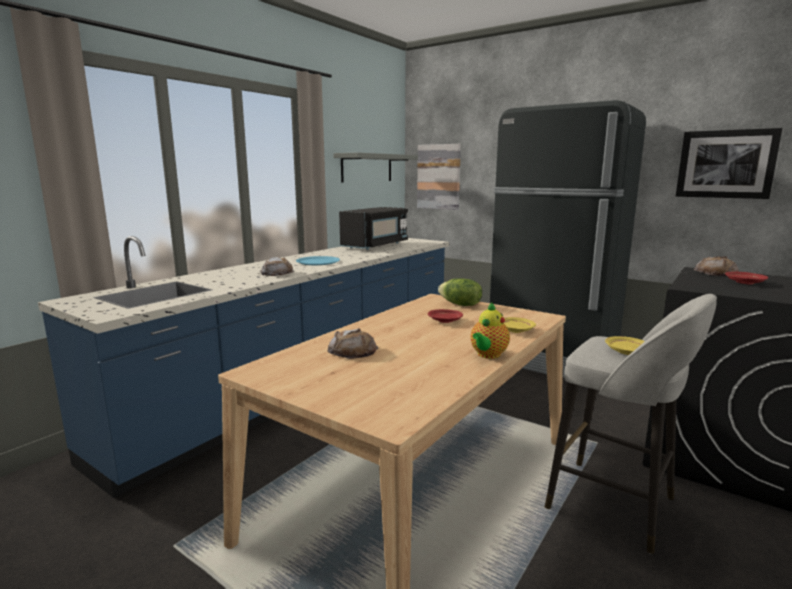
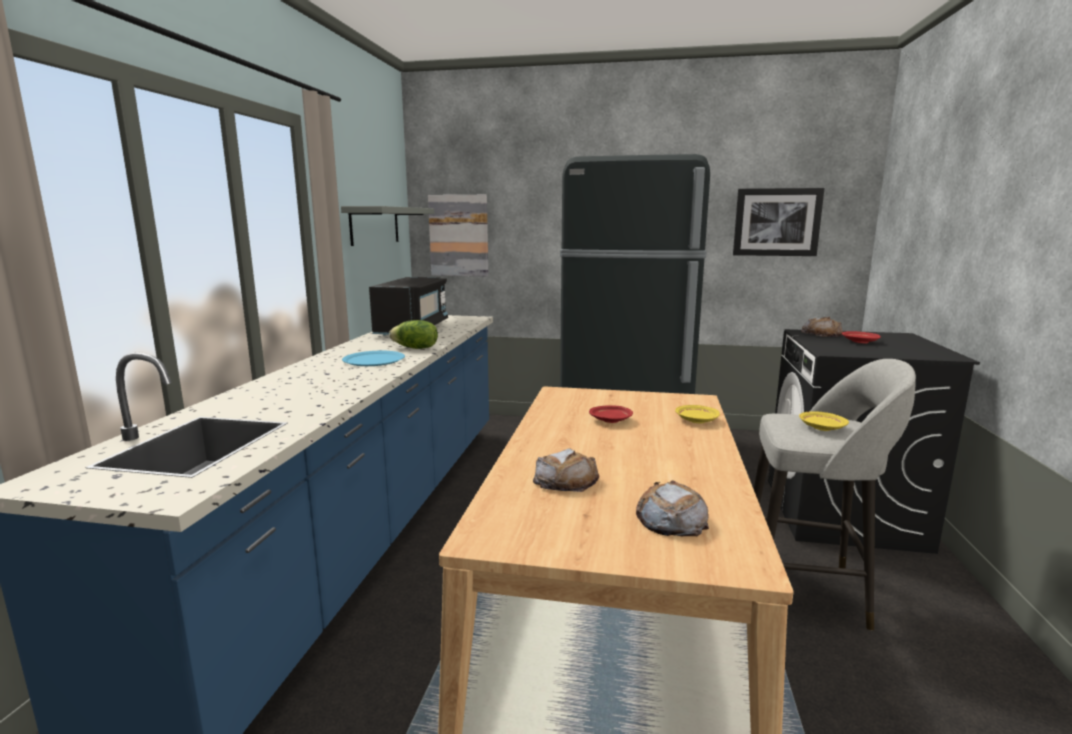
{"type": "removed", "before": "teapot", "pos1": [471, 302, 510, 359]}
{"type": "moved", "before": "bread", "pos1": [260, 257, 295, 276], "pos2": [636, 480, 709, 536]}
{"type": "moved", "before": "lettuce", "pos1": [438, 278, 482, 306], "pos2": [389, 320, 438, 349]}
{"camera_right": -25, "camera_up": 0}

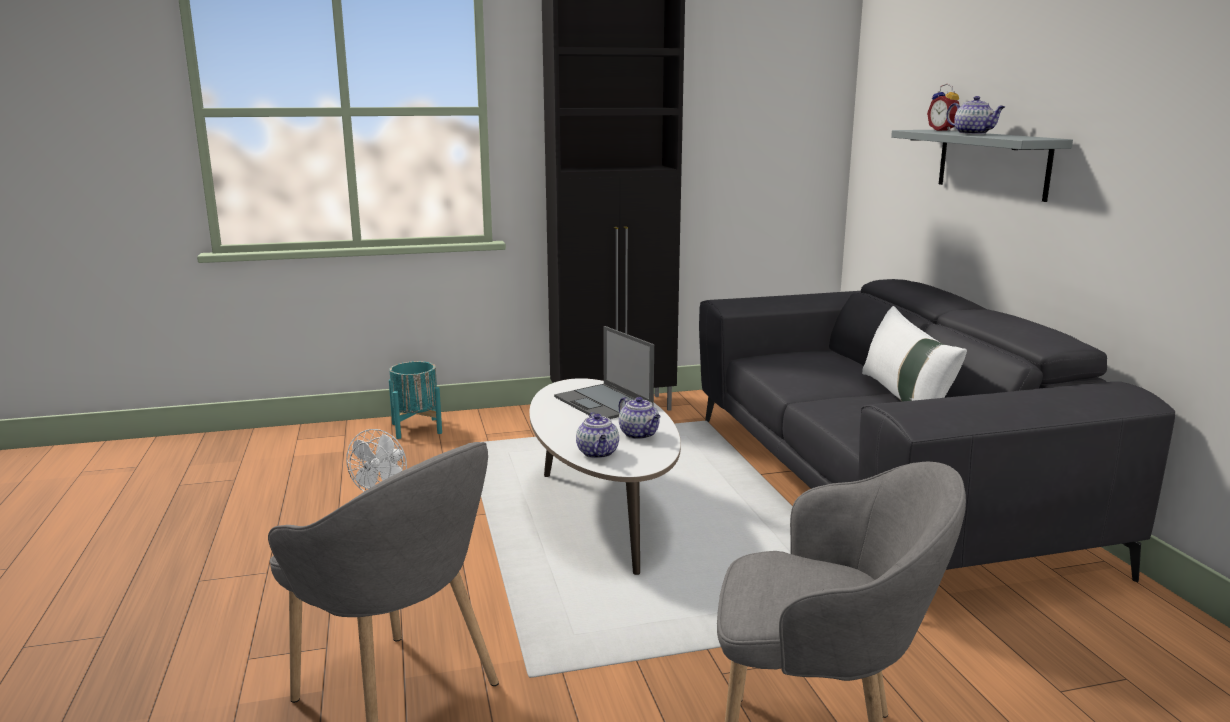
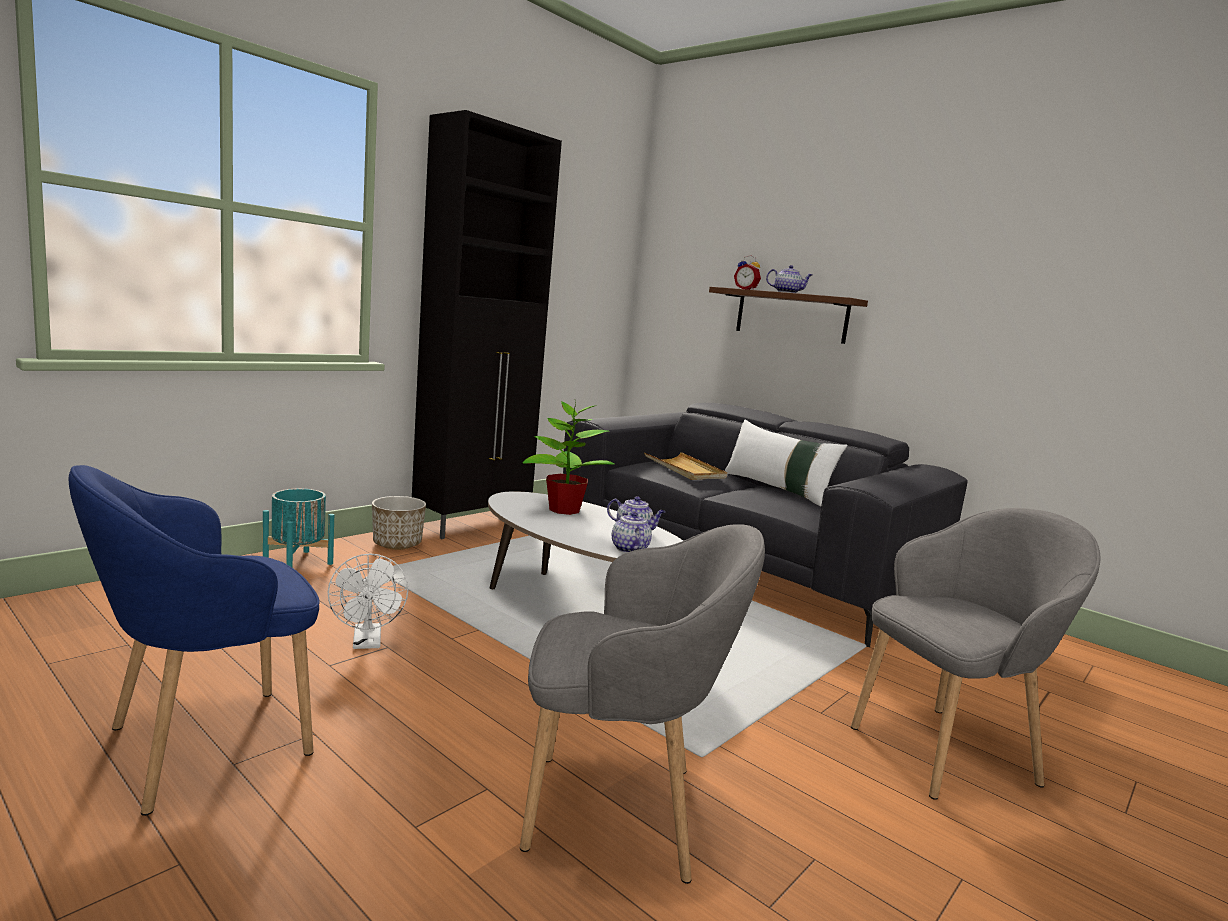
{"type": "added", "after": "blue armchair", "pos2": [68, 465, 320, 816]}
{"type": "added", "after": "planter", "pos2": [372, 496, 426, 550]}
{"type": "added", "after": "beige tray", "pos2": [644, 452, 727, 480]}
{"type": "replaced", "before": "laptop", "after": "potted plant", "pos1": [554, 326, 654, 419], "pos2": [523, 401, 615, 515]}
{"type": "recoloured", "before": "grey shelf", "after": "brown shelf", "pos1": [891, 130, 1073, 202], "pos2": [709, 287, 868, 344]}
{"type": "turned", "before": "teapot", "pos1": [576, 412, 619, 459], "pos2": [612, 512, 652, 553], "turn": -150}
{"camera_right": -35, "camera_up": -5}

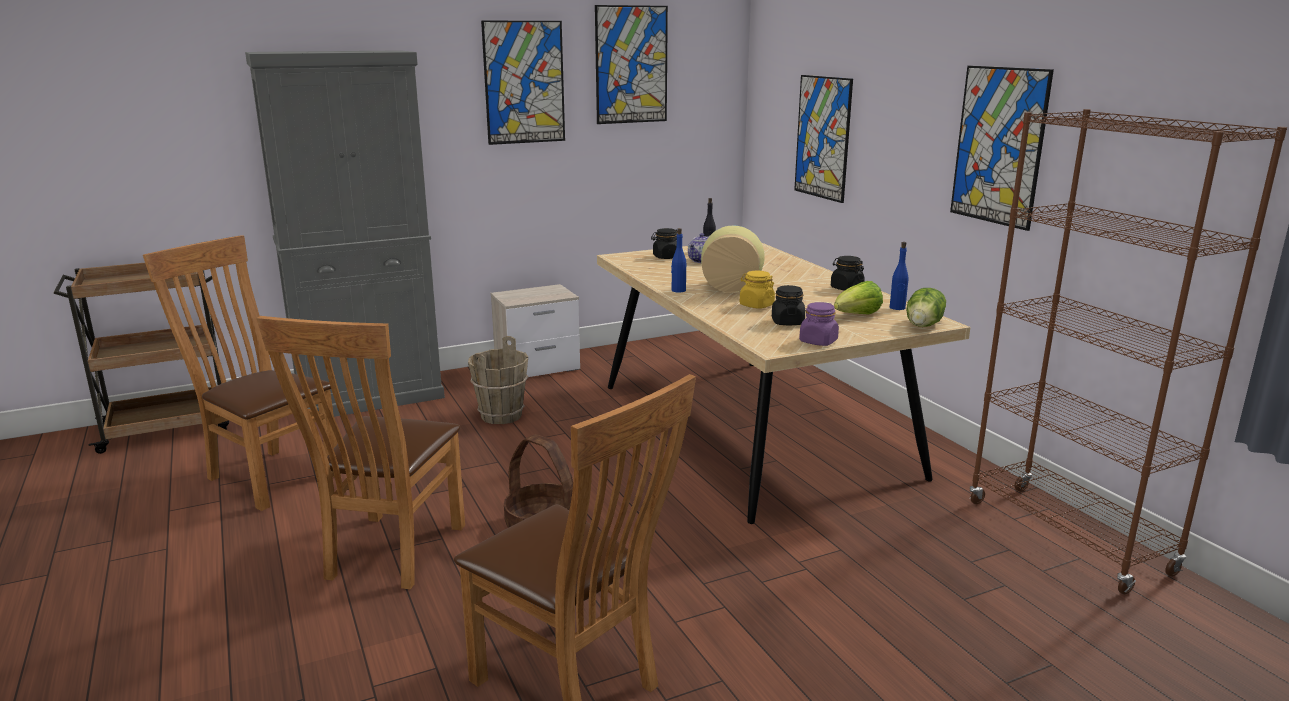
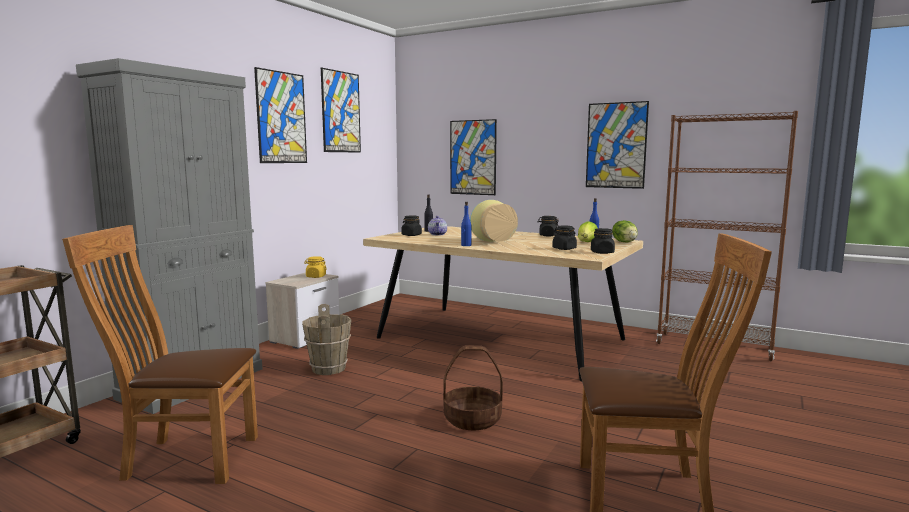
{"type": "removed", "before": "brown chair", "pos1": [257, 316, 465, 589]}
{"type": "moved", "before": "yellow jar", "pos1": [740, 271, 775, 309], "pos2": [304, 256, 327, 278]}
{"type": "recoloured", "before": "purple jar", "after": "black jar", "pos1": [799, 302, 839, 346], "pos2": [591, 228, 615, 254]}
{"camera_right": -35, "camera_up": -10}

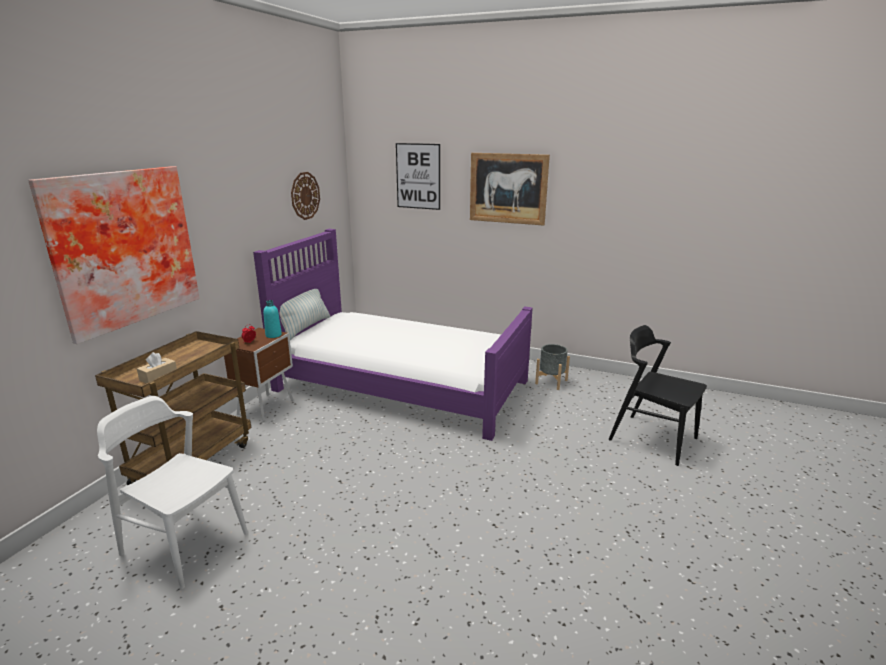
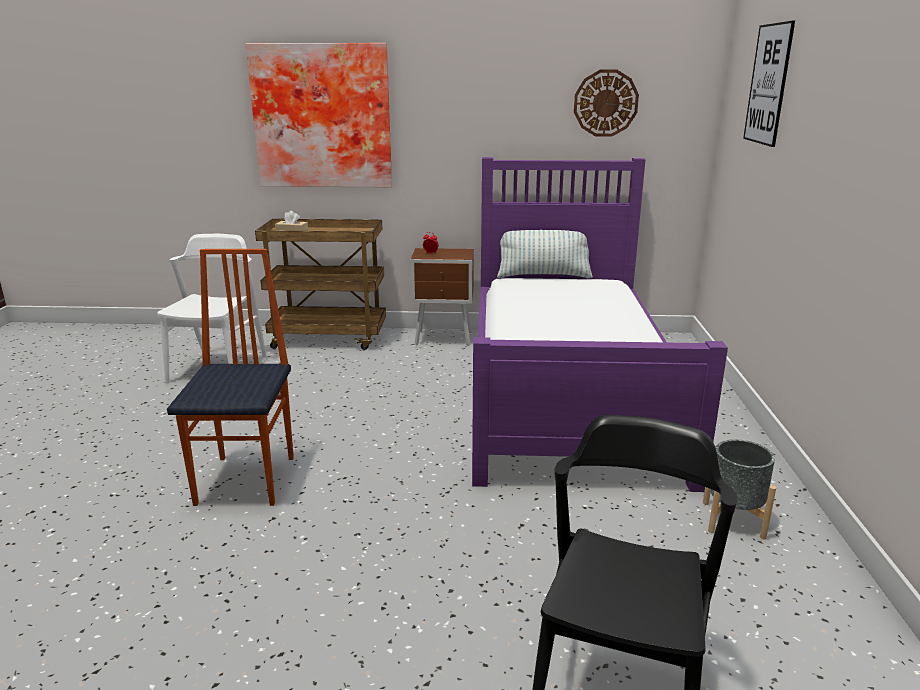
{"type": "removed", "before": "turquoise bottle", "pos1": [263, 300, 282, 338]}
{"type": "removed", "before": "picture", "pos1": [470, 153, 550, 226]}
{"type": "added", "after": "chair", "pos2": [167, 249, 294, 506]}
{"camera_right": 70, "camera_up": 0}

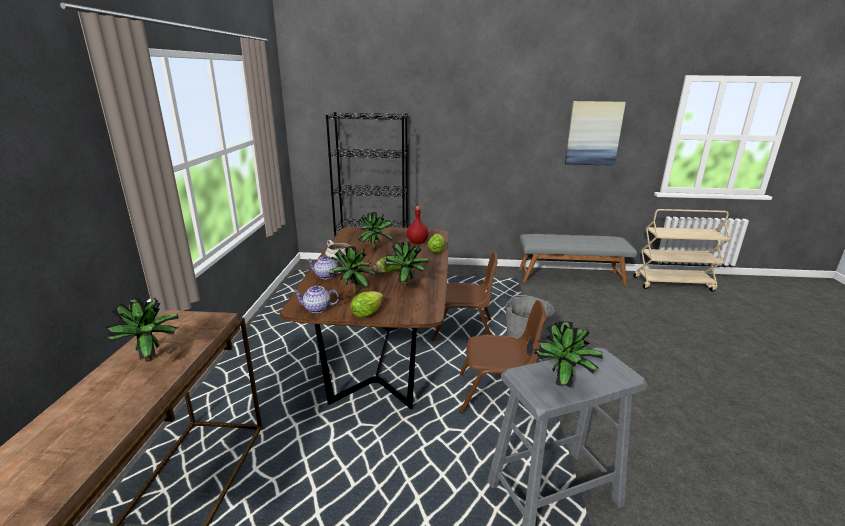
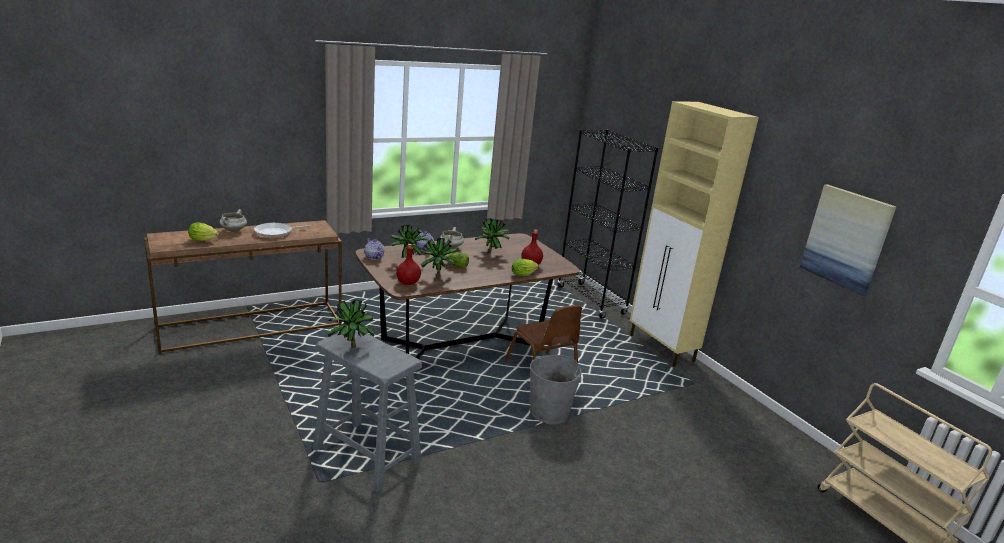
{"type": "removed", "before": "brown chair", "pos1": [459, 300, 546, 413]}
{"type": "removed", "before": "grey bench", "pos1": [519, 234, 637, 286]}
{"type": "added", "after": "white cooking pot", "pos2": [219, 209, 247, 232]}
{"type": "added", "after": "red bottle", "pos2": [396, 244, 421, 285]}
{"type": "added", "after": "beige cabinet", "pos2": [630, 101, 759, 367]}
{"type": "moved", "before": "lettuce", "pos1": [350, 291, 383, 318], "pos2": [188, 223, 219, 241]}
{"type": "replaced", "before": "potted plant", "after": "frying pan", "pos1": [104, 297, 179, 362], "pos2": [254, 223, 310, 238]}
{"camera_right": 55, "camera_up": 0}

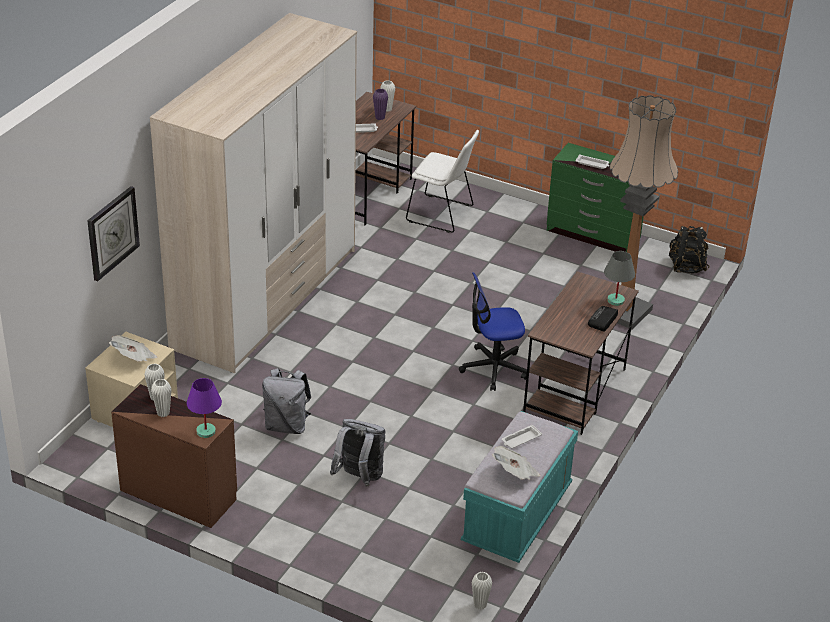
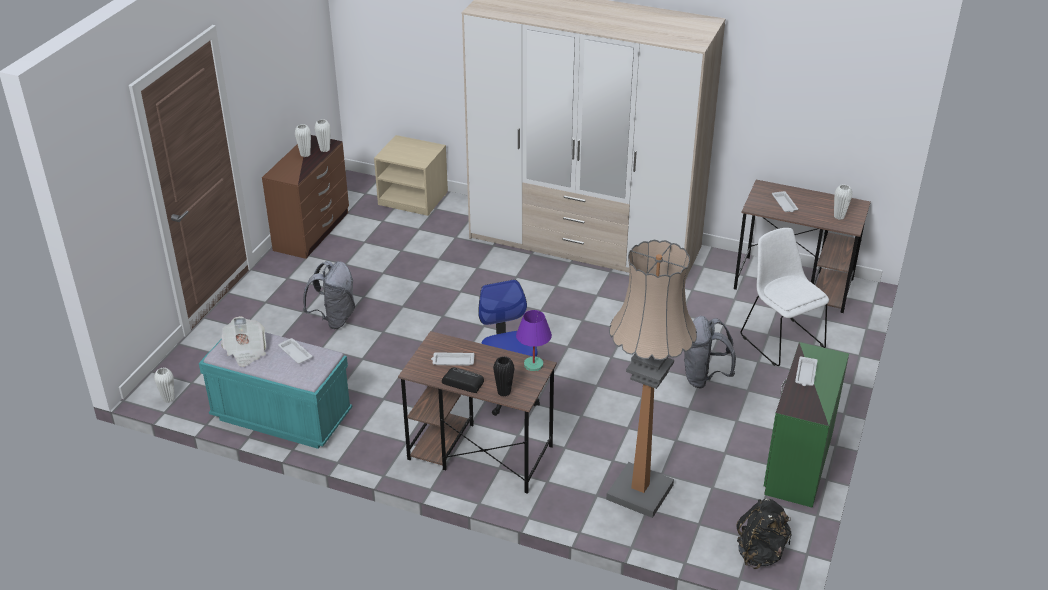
{"type": "removed", "before": "wall clock", "pos1": [87, 186, 140, 281]}
{"type": "removed", "before": "newspaper", "pos1": [109, 335, 157, 362]}
{"type": "removed", "before": "purple vase", "pos1": [373, 89, 388, 120]}
{"type": "added", "after": "white tray", "pos2": [431, 352, 475, 366]}
{"type": "moved", "before": "purple table lamp", "pos1": [187, 378, 222, 438], "pos2": [516, 310, 552, 371]}
{"type": "moved", "before": "grey backpack", "pos1": [262, 368, 311, 434], "pos2": [684, 316, 736, 388]}
{"type": "replaced", "before": "grey table lamp", "after": "black vase", "pos1": [604, 251, 635, 306], "pos2": [493, 356, 515, 397]}
{"type": "turned", "before": "white chair", "pos1": [406, 130, 479, 233], "pos2": [740, 228, 829, 366], "turn": 135}
{"camera_right": 85, "camera_up": 0}

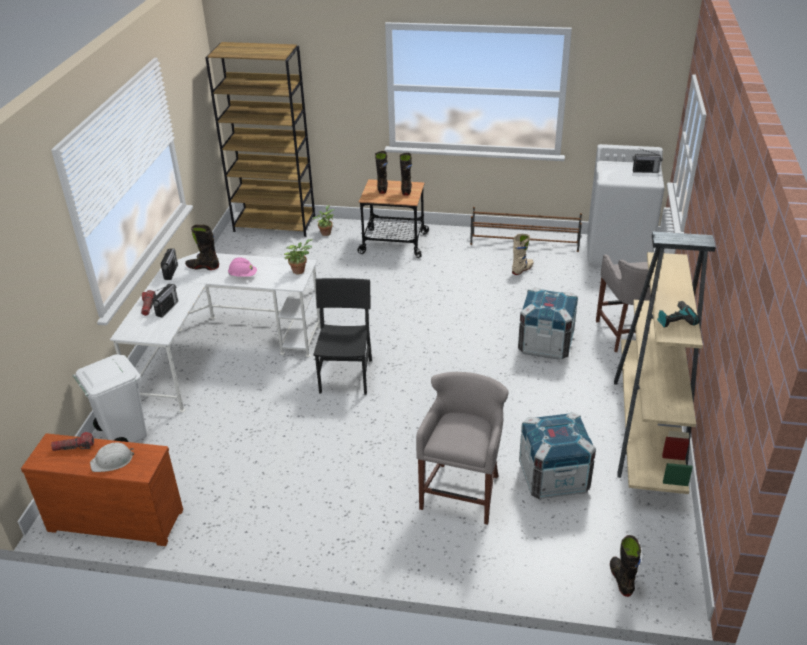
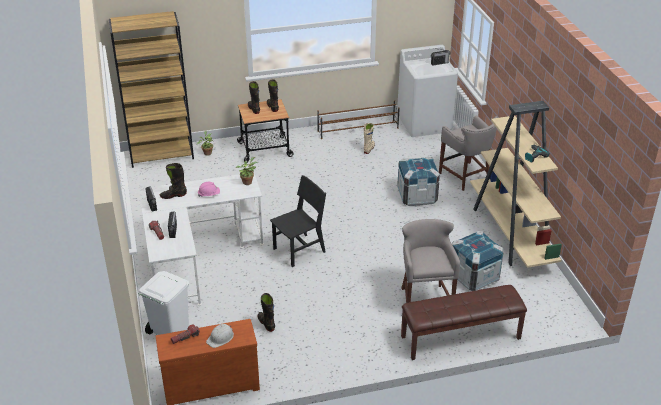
{"type": "added", "after": "brown bench", "pos2": [401, 285, 527, 360]}
{"type": "moved", "before": "black boot", "pos1": [610, 535, 641, 597], "pos2": [258, 293, 275, 332]}
{"type": "turned", "before": "black chair", "pos1": [313, 278, 372, 395], "pos2": [270, 175, 326, 267], "turn": 75}
{"camera_right": -25, "camera_up": 0}

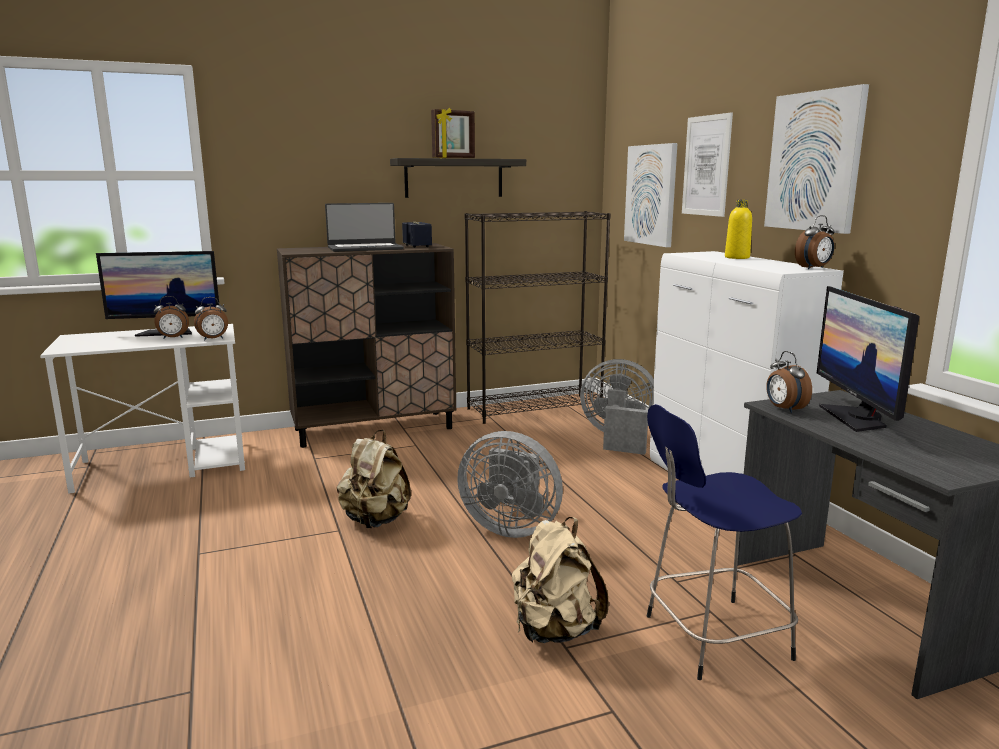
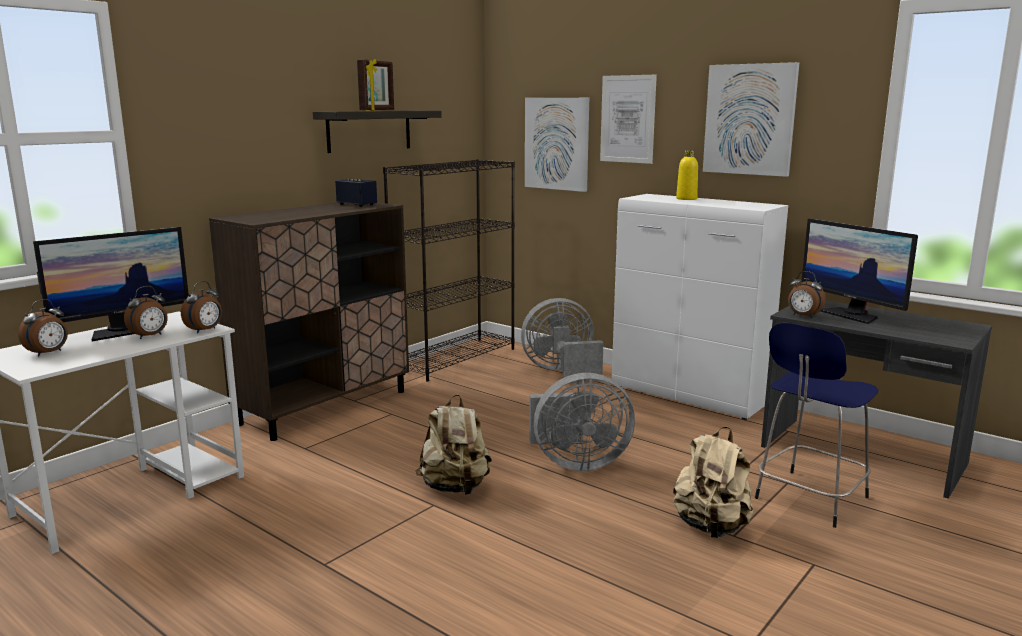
{"type": "removed", "before": "laptop", "pos1": [325, 203, 404, 252]}
{"type": "moved", "before": "alarm clock", "pos1": [795, 215, 835, 269], "pos2": [18, 299, 68, 357]}
{"camera_right": -30, "camera_up": 0}

